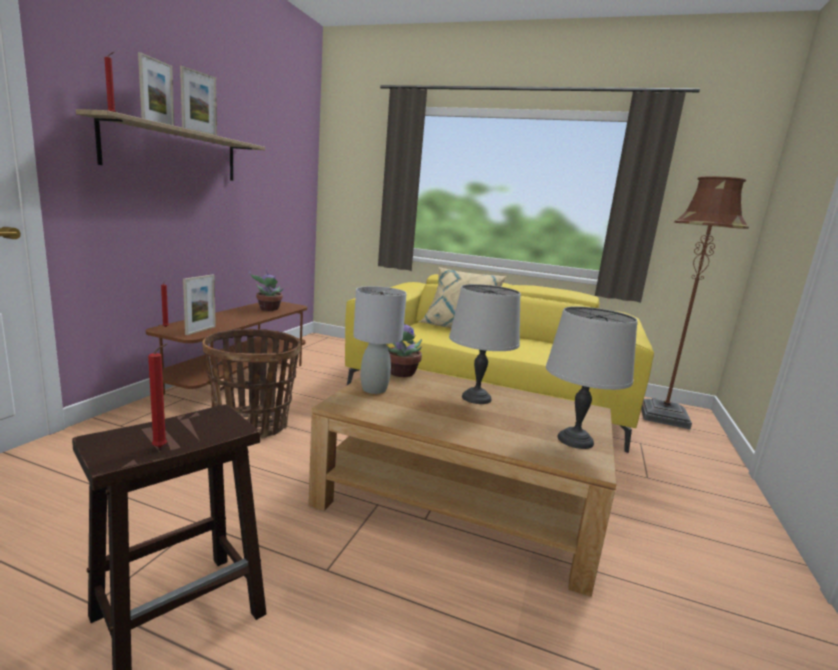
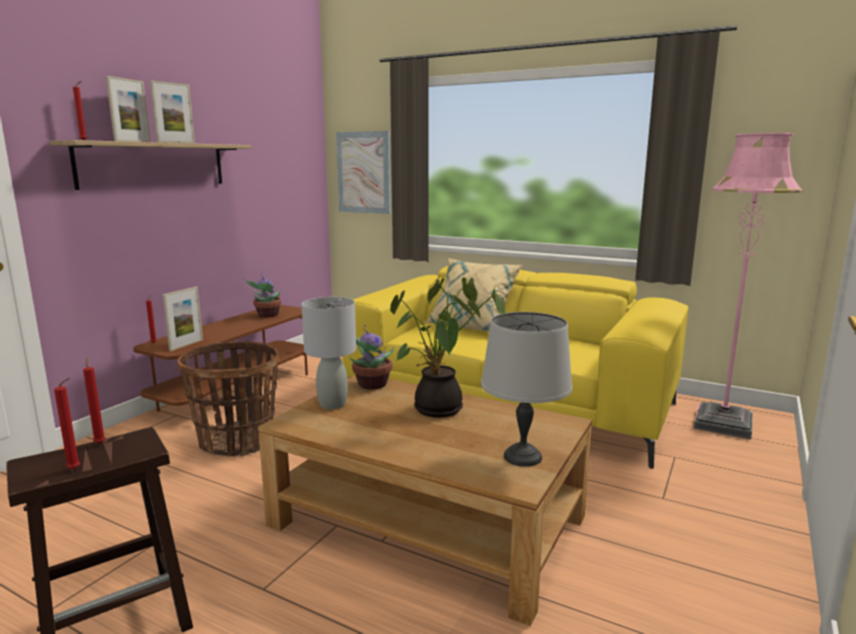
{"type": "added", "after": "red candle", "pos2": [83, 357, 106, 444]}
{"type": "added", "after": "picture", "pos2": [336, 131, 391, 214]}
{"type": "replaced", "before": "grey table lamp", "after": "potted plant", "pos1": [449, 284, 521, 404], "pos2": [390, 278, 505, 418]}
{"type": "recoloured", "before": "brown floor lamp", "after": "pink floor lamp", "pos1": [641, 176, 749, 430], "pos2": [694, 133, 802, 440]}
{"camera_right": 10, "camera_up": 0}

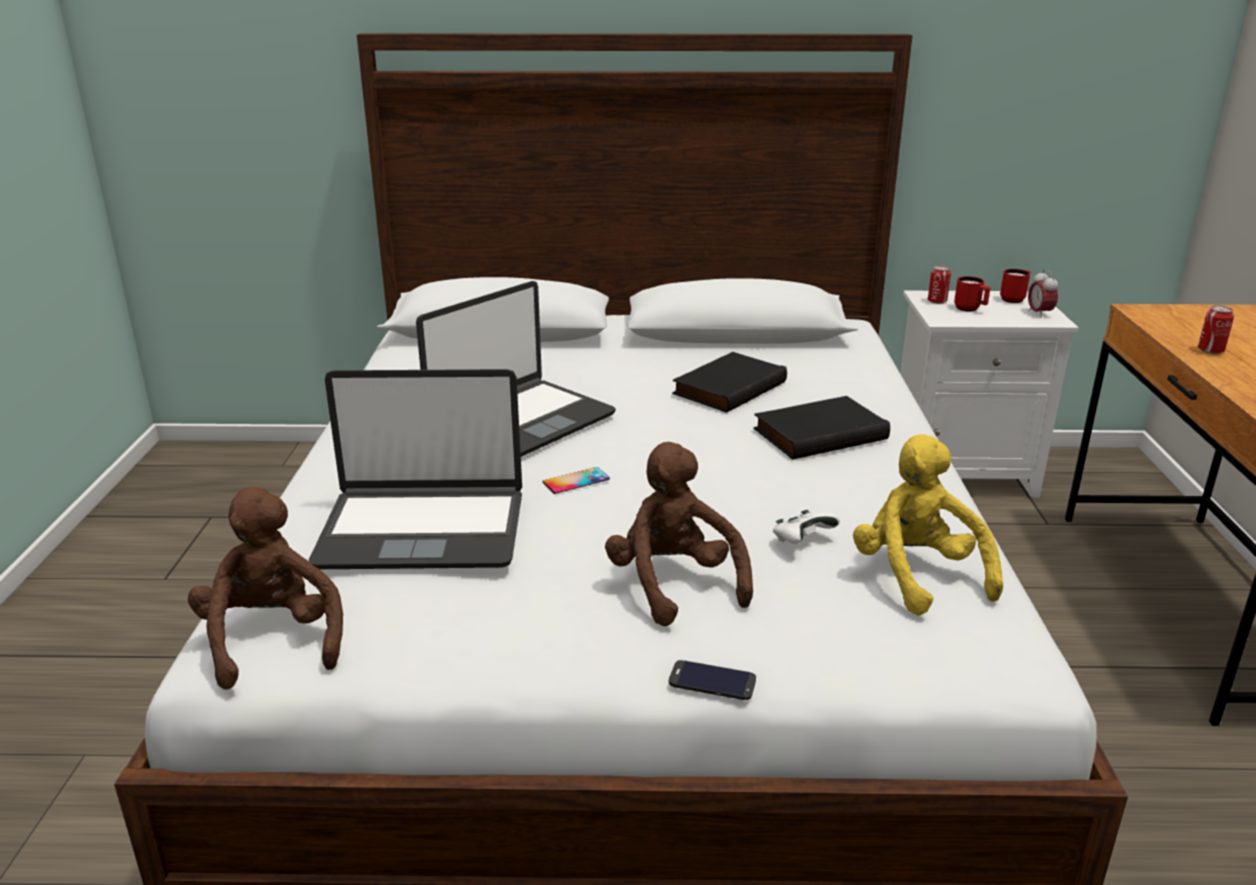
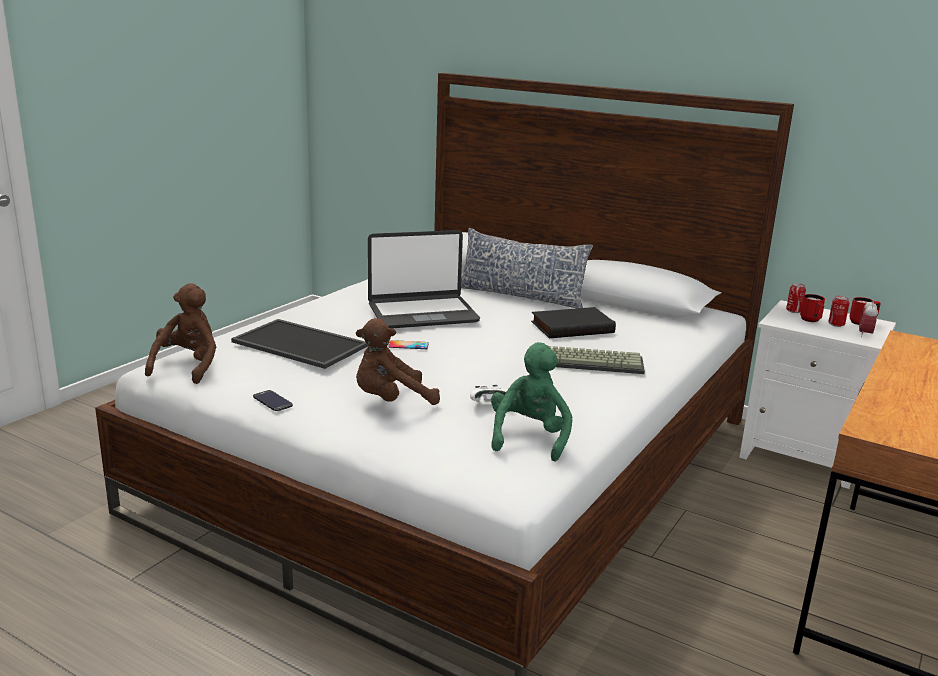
{"type": "added", "after": "pillow", "pos2": [461, 228, 593, 308]}
{"type": "moved", "before": "phone", "pos1": [668, 660, 756, 700], "pos2": [253, 390, 293, 411]}
{"type": "moved", "before": "can", "pos1": [1198, 305, 1234, 354], "pos2": [828, 295, 849, 327]}
{"type": "replaced", "before": "laptop", "after": "tray", "pos1": [309, 369, 522, 569], "pos2": [231, 319, 368, 369]}
{"type": "replaced", "before": "black book", "after": "keyboard", "pos1": [753, 396, 890, 459], "pos2": [549, 346, 645, 374]}
{"type": "recoloured", "before": "yellow plush toy", "after": "green plush toy", "pos1": [853, 434, 1003, 615], "pos2": [491, 342, 572, 462]}
{"type": "turned", "before": "brown plush toy", "pos1": [605, 442, 753, 626], "pos2": [356, 318, 440, 405], "turn": -120}
{"camera_right": 30, "camera_up": -5}

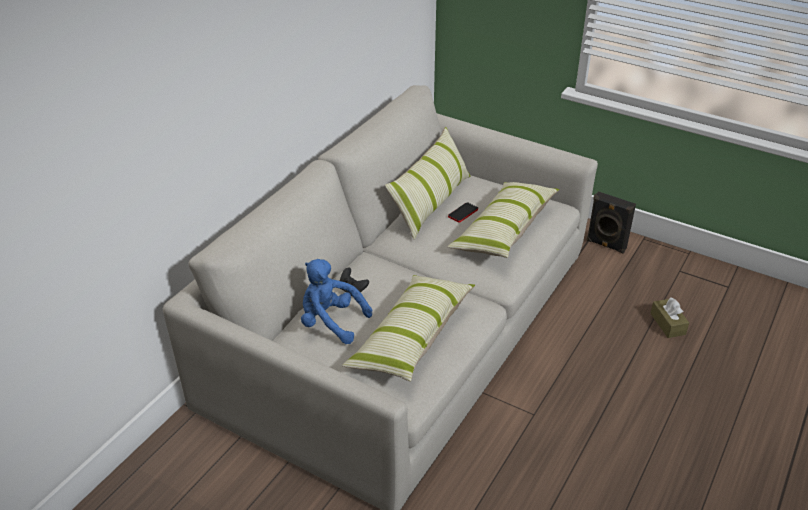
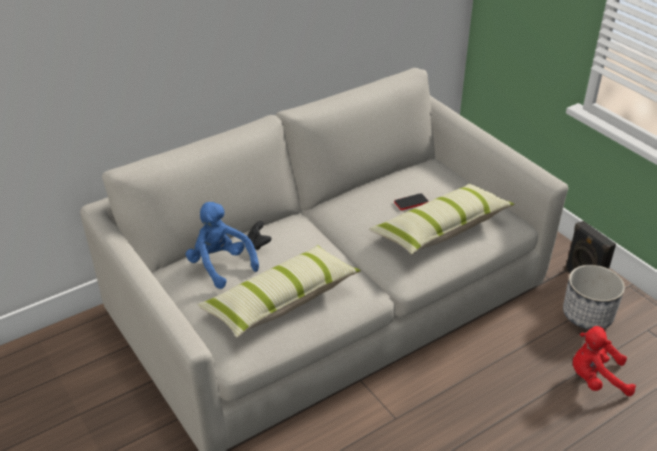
{"type": "removed", "before": "pillow", "pos1": [385, 127, 470, 240]}
{"type": "added", "after": "planter", "pos2": [563, 265, 625, 330]}
{"type": "replaced", "before": "brown tissue box", "after": "red plush toy", "pos1": [650, 297, 689, 338], "pos2": [573, 326, 636, 396]}
{"camera_right": 25, "camera_up": 0}

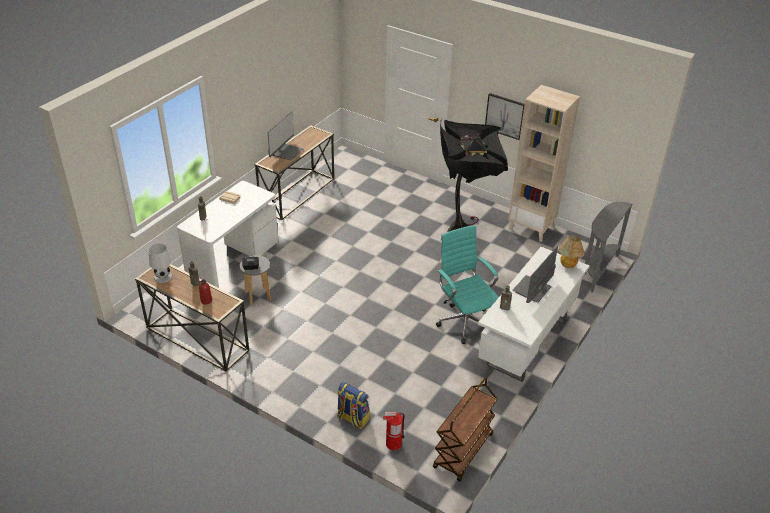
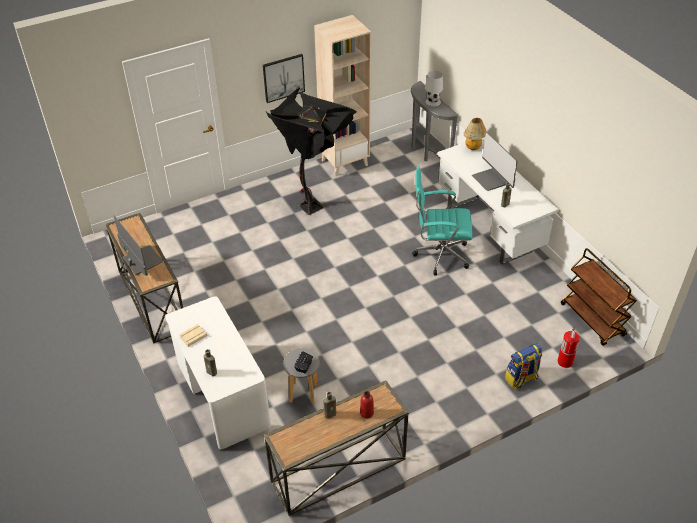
{"type": "moved", "before": "white table lamp", "pos1": [149, 243, 172, 283], "pos2": [425, 71, 443, 107]}
{"camera_right": -60, "camera_up": 5}

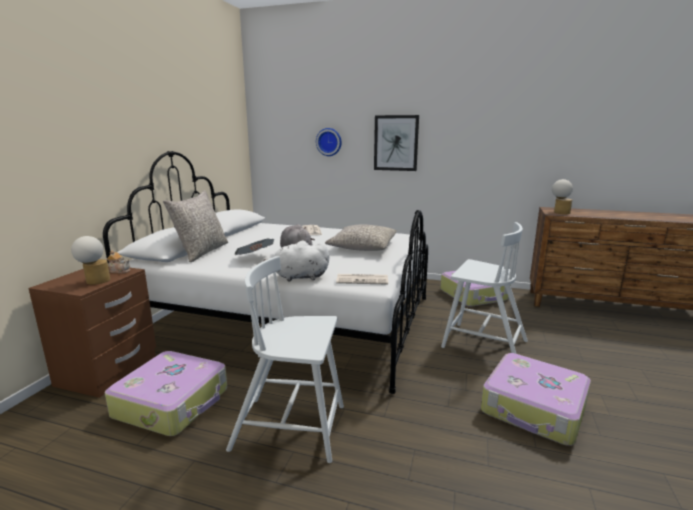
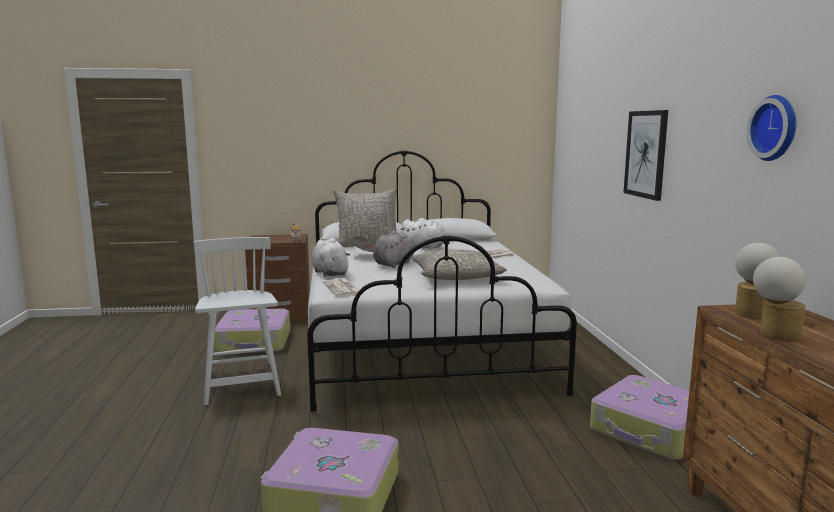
{"type": "removed", "before": "white chair", "pos1": [441, 222, 528, 354]}
{"type": "added", "after": "white plush toy", "pos2": [401, 218, 446, 250]}
{"type": "moved", "before": "table lamp", "pos1": [71, 236, 110, 285], "pos2": [753, 257, 806, 341]}
{"type": "moved", "before": "wall clock", "pos1": [316, 128, 342, 156], "pos2": [746, 95, 796, 161]}
{"camera_right": 65, "camera_up": -5}

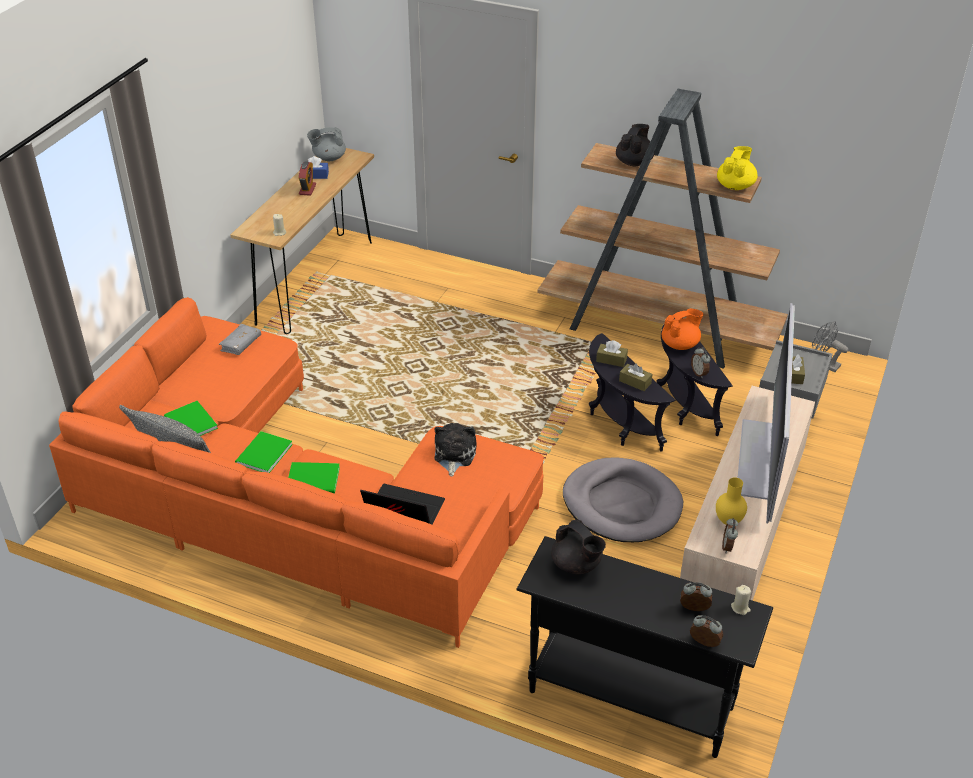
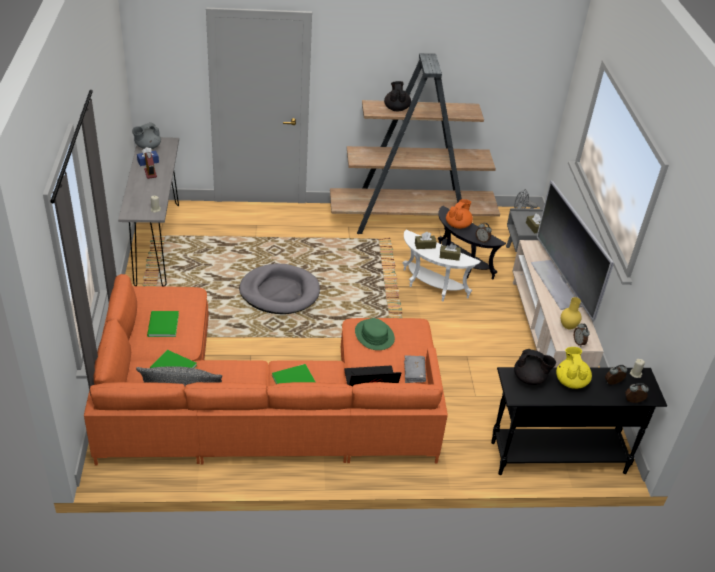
{"type": "moved", "before": "grey book", "pos1": [219, 324, 261, 355], "pos2": [404, 355, 426, 383]}
{"type": "moved", "before": "green book", "pos1": [235, 431, 293, 473], "pos2": [147, 311, 179, 337]}
{"type": "moved", "before": "grey dog bed", "pos1": [563, 457, 683, 542], "pos2": [239, 264, 320, 314]}
{"type": "moved", "before": "yellow teapot", "pos1": [717, 146, 758, 190], "pos2": [556, 347, 592, 389]}
{"type": "replaced", "before": "plush toy", "after": "green hat", "pos1": [434, 423, 477, 477], "pos2": [355, 318, 395, 350]}
{"type": "recoloured", "before": "brown console table", "after": "grey console table", "pos1": [231, 148, 374, 334], "pos2": [118, 137, 179, 286]}
{"type": "recoloured", "before": "black side table", "after": "white side table", "pos1": [589, 333, 675, 452], "pos2": [403, 230, 481, 302]}
{"camera_right": -30, "camera_up": 0}

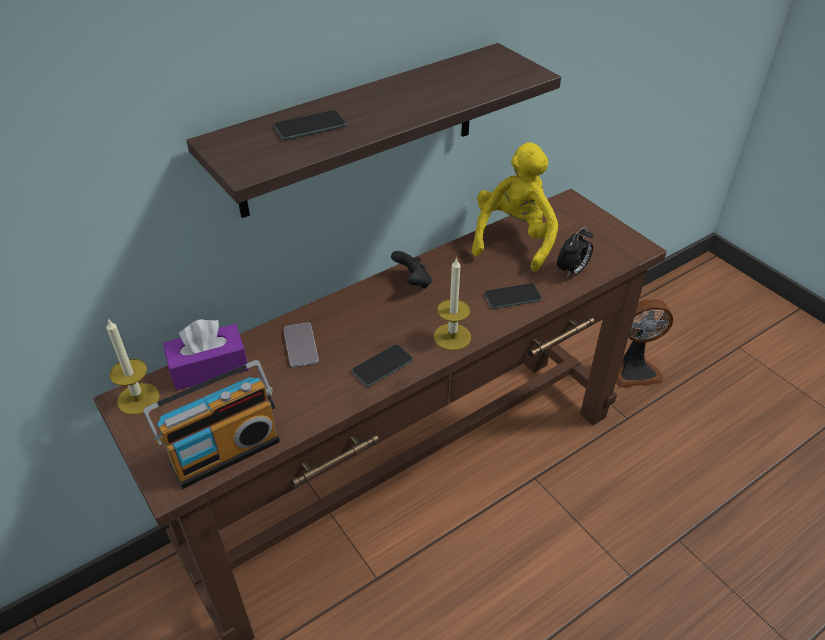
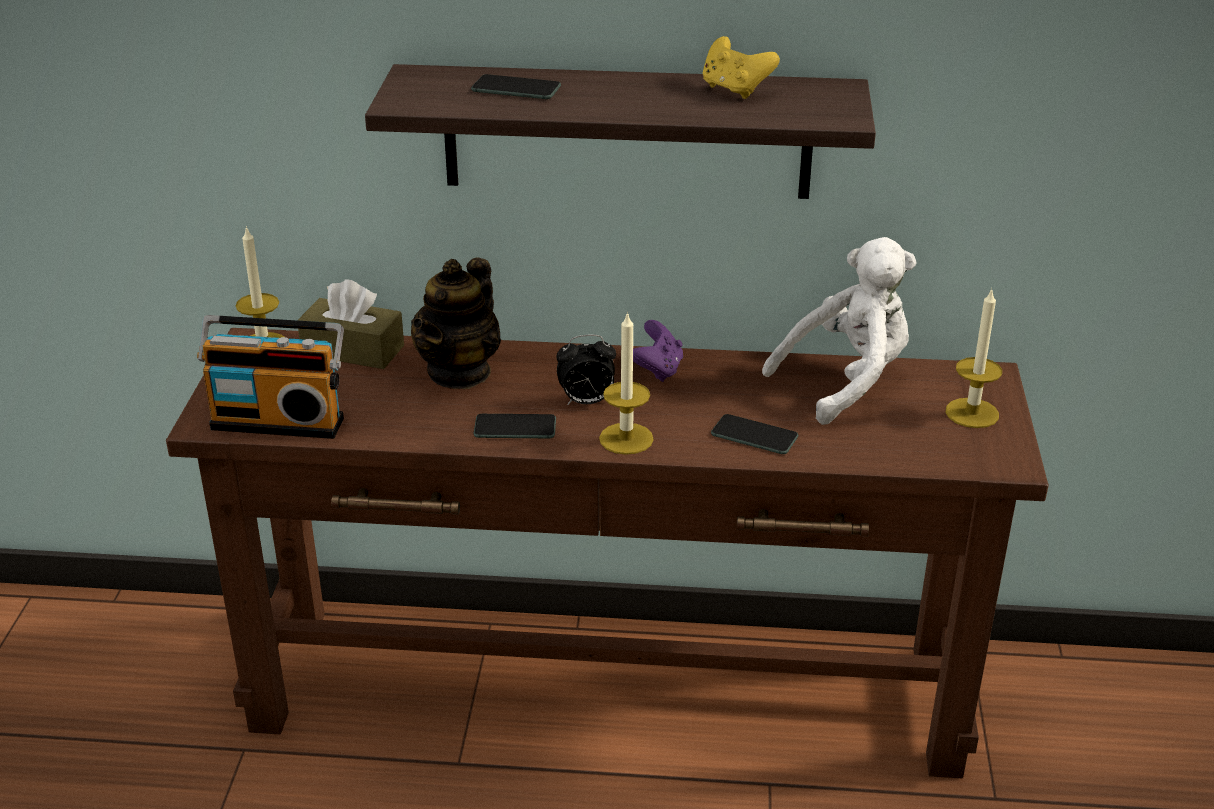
{"type": "removed", "before": "fan", "pos1": [616, 299, 673, 387]}
{"type": "added", "after": "yellow game controller", "pos2": [703, 36, 780, 99]}
{"type": "added", "after": "candle", "pos2": [946, 288, 1002, 428]}
{"type": "moved", "before": "alarm clock", "pos1": [557, 227, 593, 277], "pos2": [556, 334, 616, 405]}
{"type": "replaced", "before": "phone", "after": "teapot", "pos1": [284, 322, 319, 367], "pos2": [411, 258, 501, 389]}
{"type": "recoloured", "before": "purple tissue box", "after": "brown tissue box", "pos1": [163, 319, 249, 390], "pos2": [297, 279, 404, 369]}
{"type": "recoloured", "before": "black game controller", "after": "purple game controller", "pos1": [391, 251, 432, 289], "pos2": [633, 320, 683, 382]}
{"type": "recoloured", "before": "yellow plush toy", "after": "white plush toy", "pos1": [472, 142, 558, 272], "pos2": [762, 237, 917, 425]}
{"camera_right": 40, "camera_up": -10}

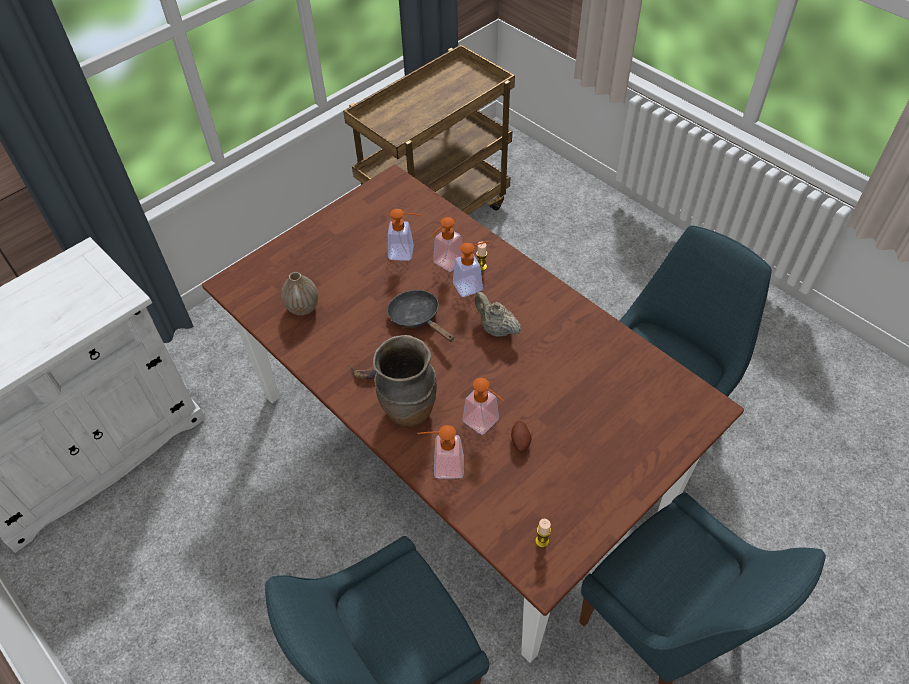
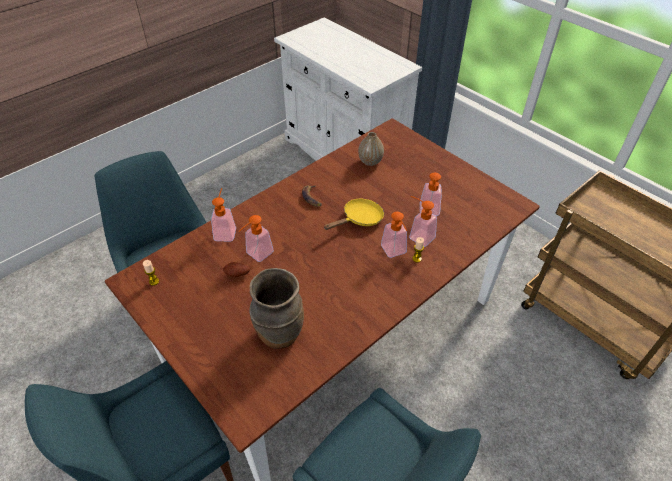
{"type": "removed", "before": "beige teapot", "pos1": [475, 292, 521, 337]}
{"type": "moved", "before": "brown vase", "pos1": [373, 335, 437, 427], "pos2": [249, 268, 304, 349]}
{"type": "recoloured", "before": "black frying pan", "after": "yellow frying pan", "pos1": [387, 290, 454, 342], "pos2": [324, 199, 384, 230]}
{"camera_right": 90, "camera_up": -5}

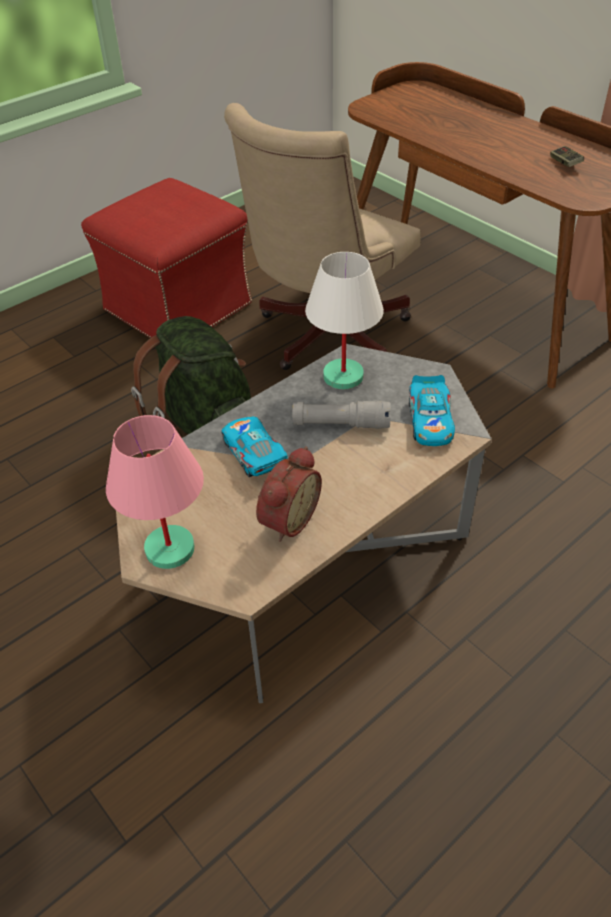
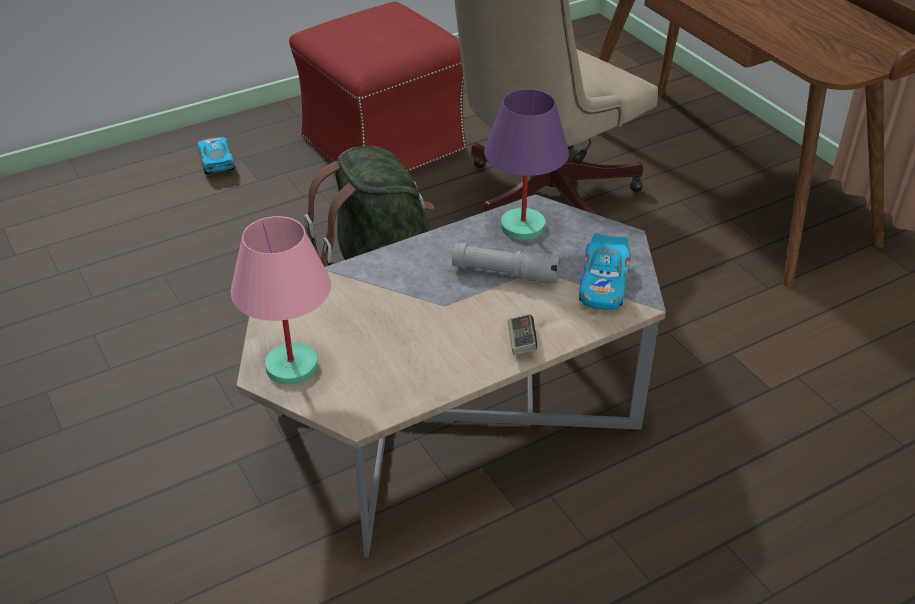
{"type": "removed", "before": "alarm clock", "pos1": [256, 446, 322, 542]}
{"type": "moved", "before": "toy car", "pos1": [222, 417, 288, 477], "pos2": [197, 137, 235, 174]}
{"type": "moved", "before": "game controller", "pos1": [550, 146, 584, 167], "pos2": [508, 314, 537, 355]}
{"type": "recoloured", "before": "white table lamp", "after": "purple table lamp", "pos1": [305, 252, 384, 389], "pos2": [484, 89, 569, 240]}
{"camera_right": 10, "camera_up": -5}

